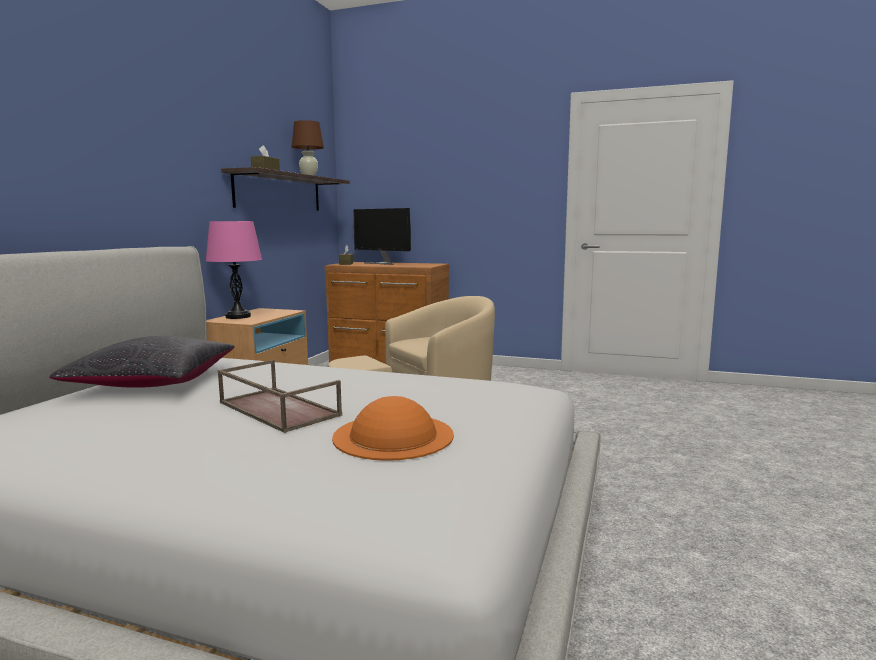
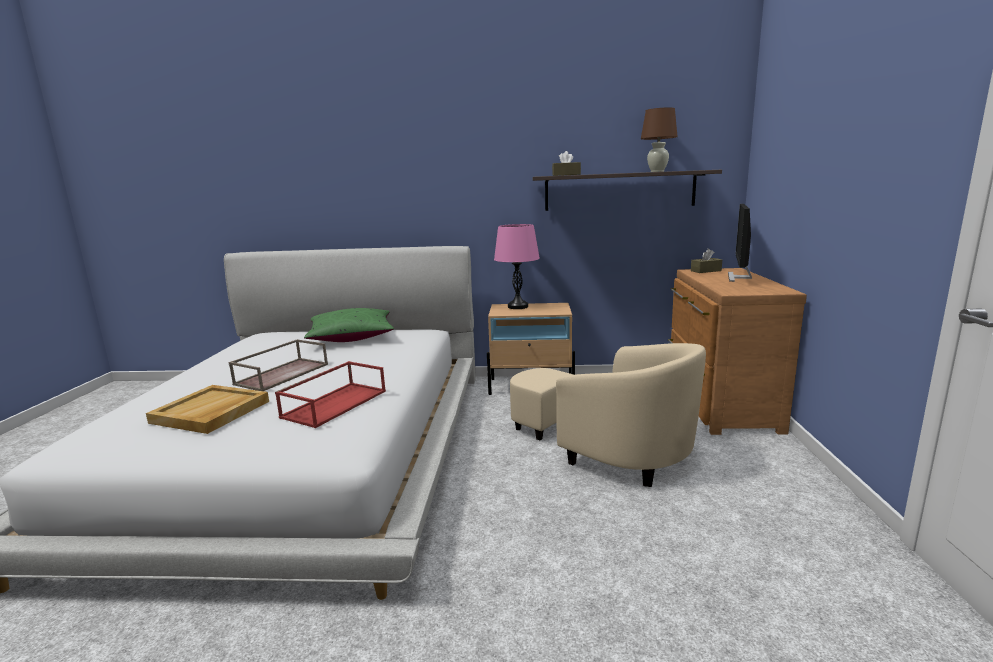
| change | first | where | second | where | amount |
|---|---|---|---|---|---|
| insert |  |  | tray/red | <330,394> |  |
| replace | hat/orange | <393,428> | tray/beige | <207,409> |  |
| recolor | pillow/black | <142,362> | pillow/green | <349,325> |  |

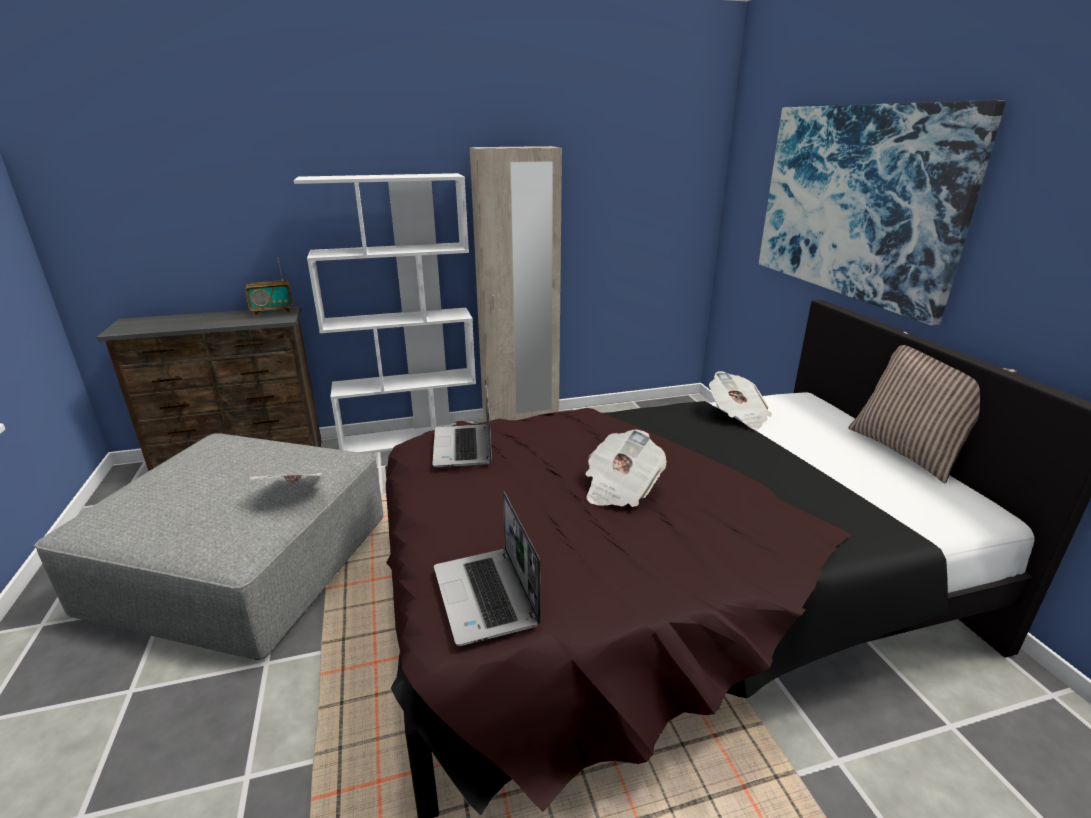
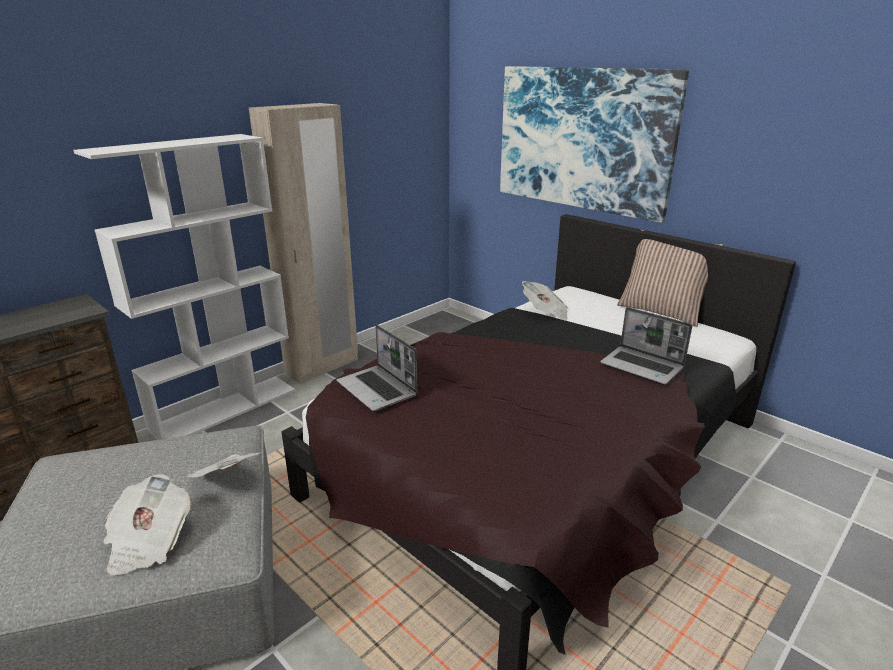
| change | first | where | second | where | amount |
|---|---|---|---|---|---|
| delete | radio | <269,287> |  |  |  |
| move | laptop | <487,568> |  | <646,345> |  |
| move | newspaper | <626,468> |  | <147,525> |  |

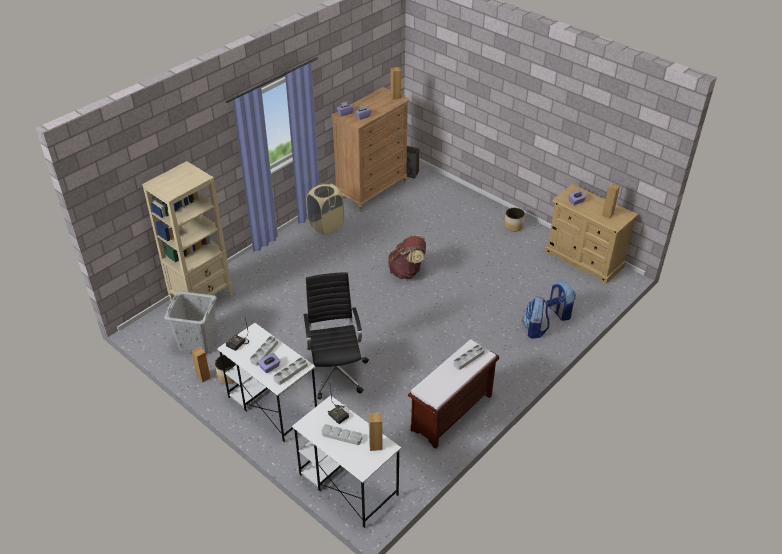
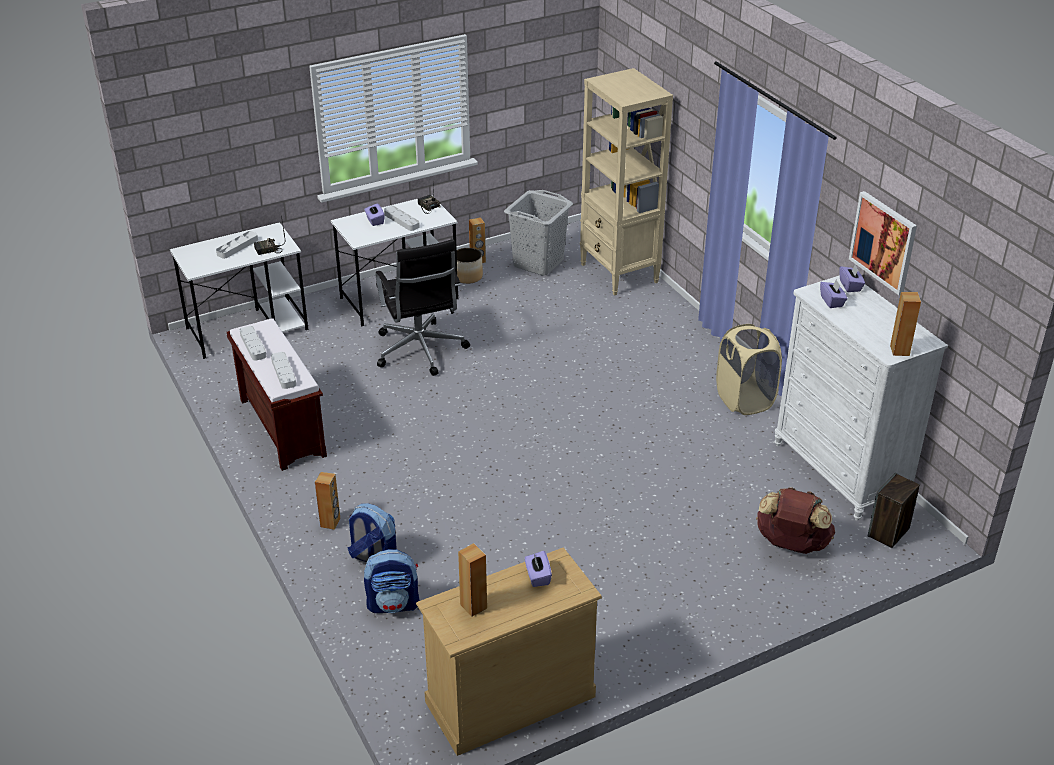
| change | first | where | second | where | amount |
|---|---|---|---|---|---|
| delete | planter | <514,220> |  |  |  |
| insert |  |  | picture | <883,243> |  |
| move | tray/grey | <290,371> |  | <253,343> |  |
| move | speaker/brown | <376,432> |  | <327,501> |  |
| move | backpack/brown | <407,257> |  | <795,520> |  |
| recolor | dresser/brown | <370,149> | dresser/white | <861,398> |  |
| rotate | office chair/black | <336,336> |  | <422,307> | 60 degrees clockwise |

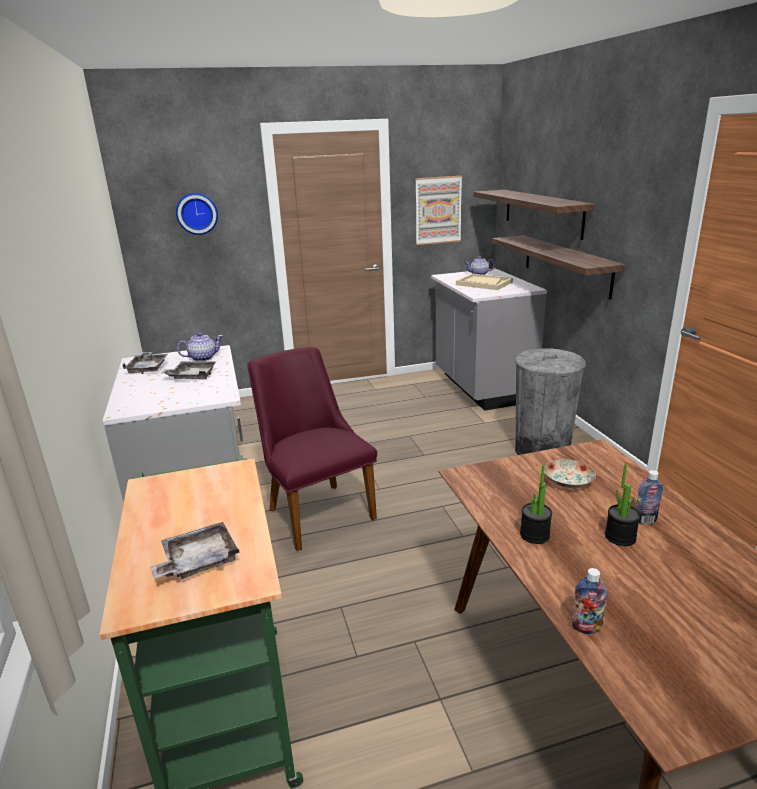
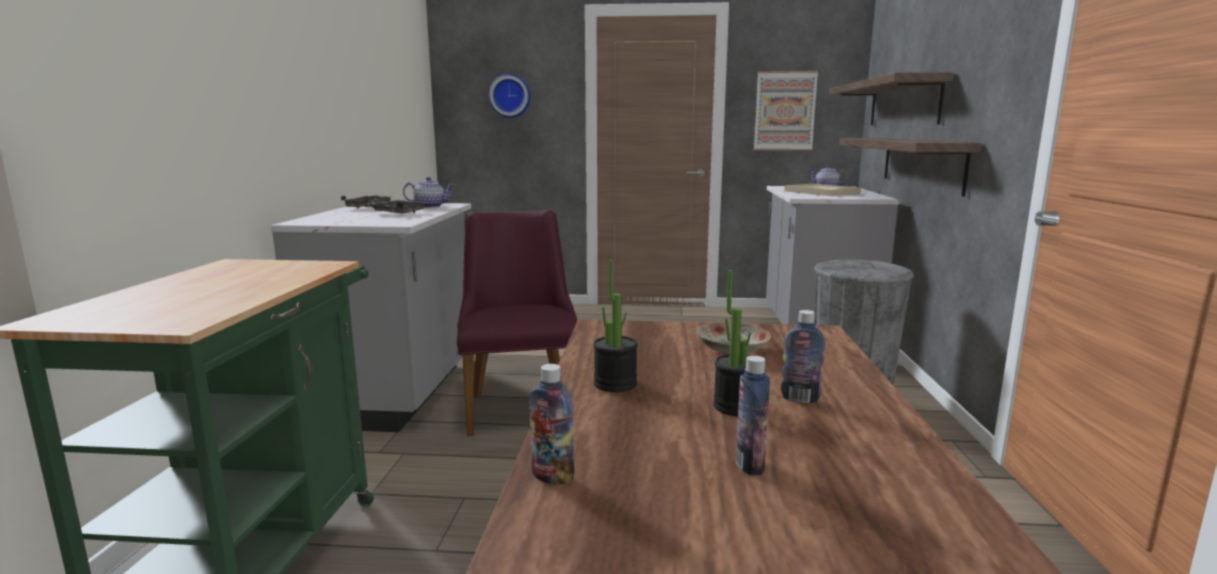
| change | first | where | second | where | amount |
|---|---|---|---|---|---|
| delete | tray/grey | <195,550> |  |  |  |
| insert |  |  | bottle | <753,416> |  |

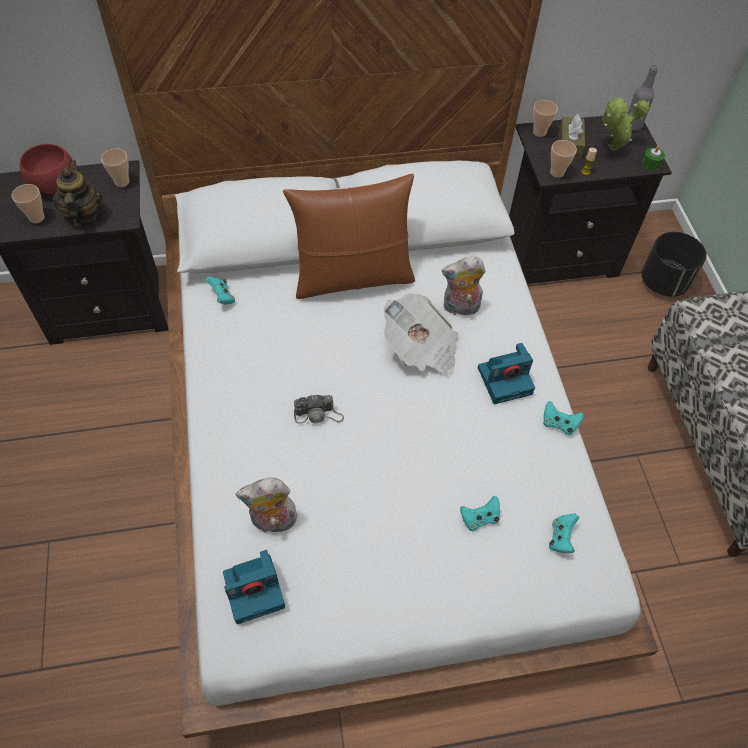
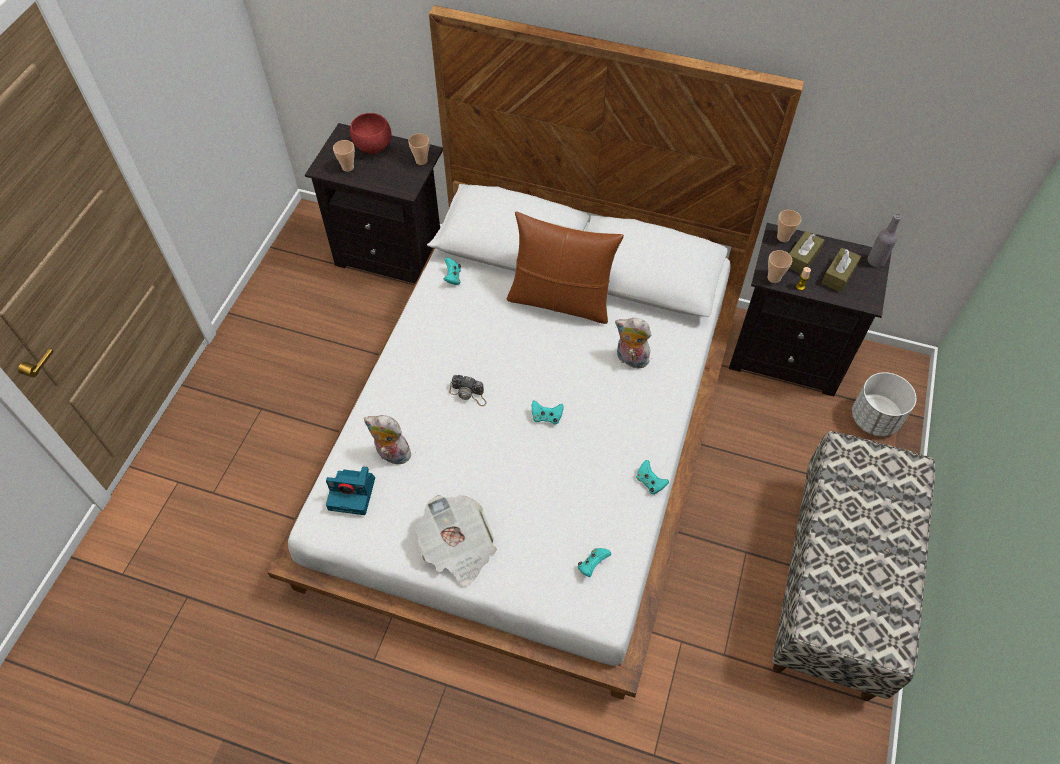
| change | first | where | second | where | amount |
|---|---|---|---|---|---|
| delete | teapot | <77,193> |  |  |  |
| delete | photo camera | <506,373> |  |  |  |
| delete | candle/green | <653,157> |  |  |  |
| move | newspaper | <421,334> |  | <456,540> |  |
| move | game controller/turquoise | <480,513> |  | <548,412> |  |
| replace | potted plant | <626,124> | tissue box/brown | <841,270> |  |
| recolor | planter/black | <674,264> | planter/white | <884,404> |  |

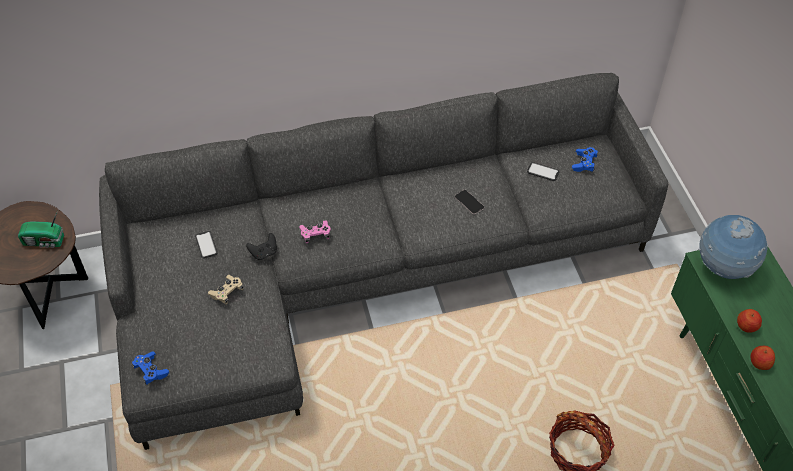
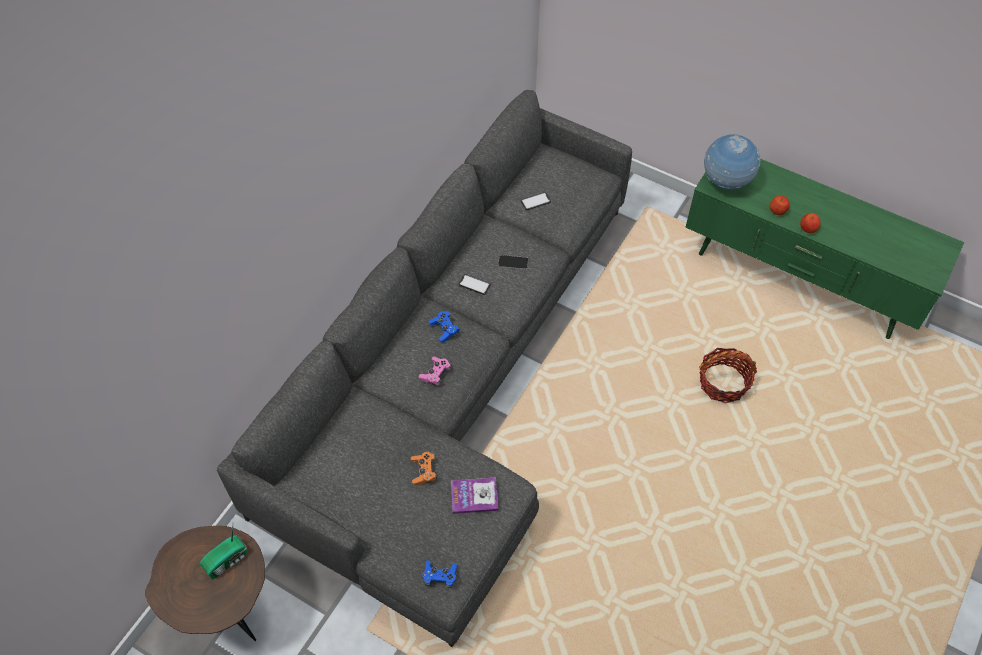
| change | first | where | second | where | amount |
|---|---|---|---|---|---|
| delete | game controller/black | <261,246> |  |  |  |
| insert |  |  | book | <474,496> |  |
| move | phone | <206,244> |  | <475,284> |  |
| move | game controller/blue | <585,159> |  | <444,327> |  |
| recolor | game controller/beige | <226,290> | game controller/orange | <424,468> |  |

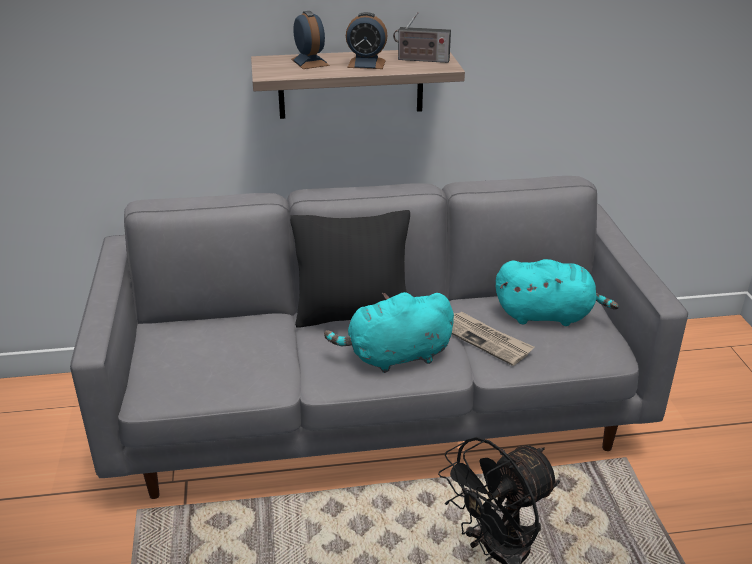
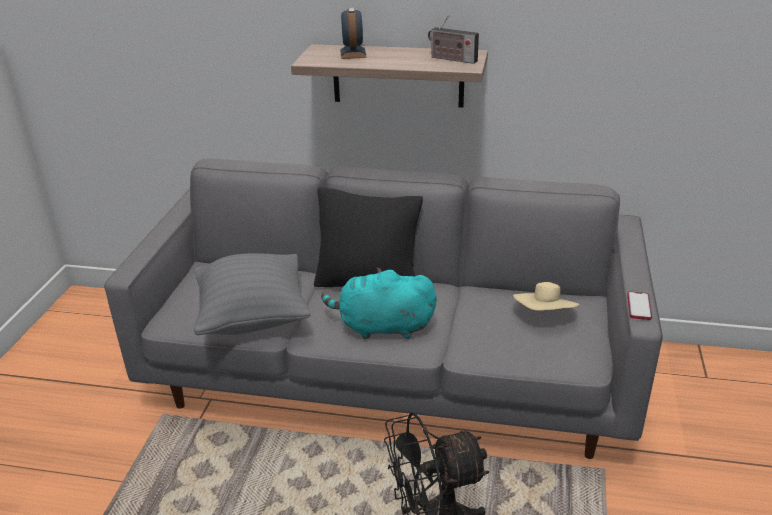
| change | first | where | second | where | amount |
|---|---|---|---|---|---|
| delete | alarm clock | <367,40> |  |  |  |
| delete | newspaper | <493,338> |  |  |  |
| insert |  |  | pillow/grey | <252,294> |  |
| insert |  |  | phone | <639,305> |  |
| replace | plush toy/turquoise | <557,292> | hat/beige | <546,296> |  |

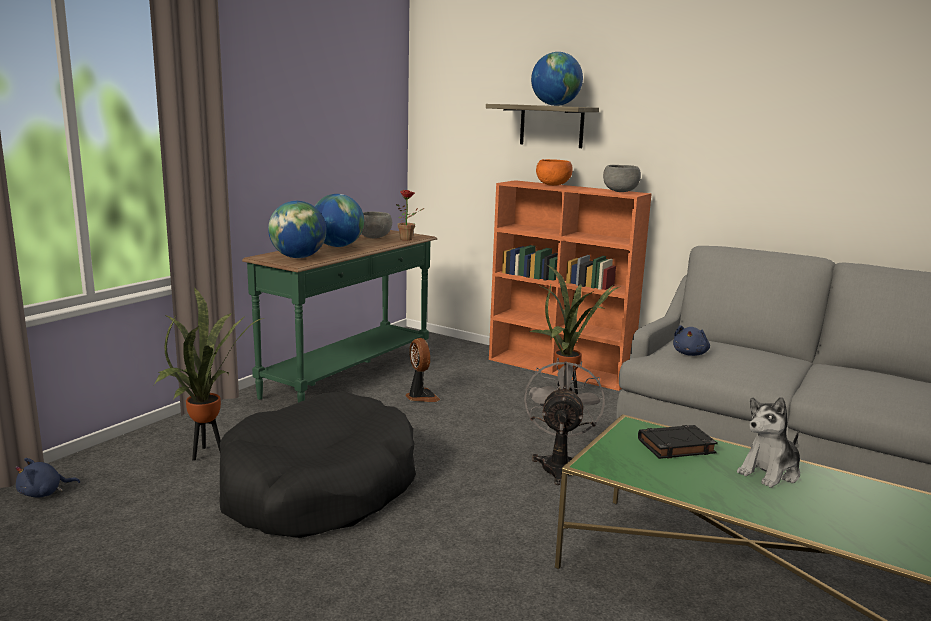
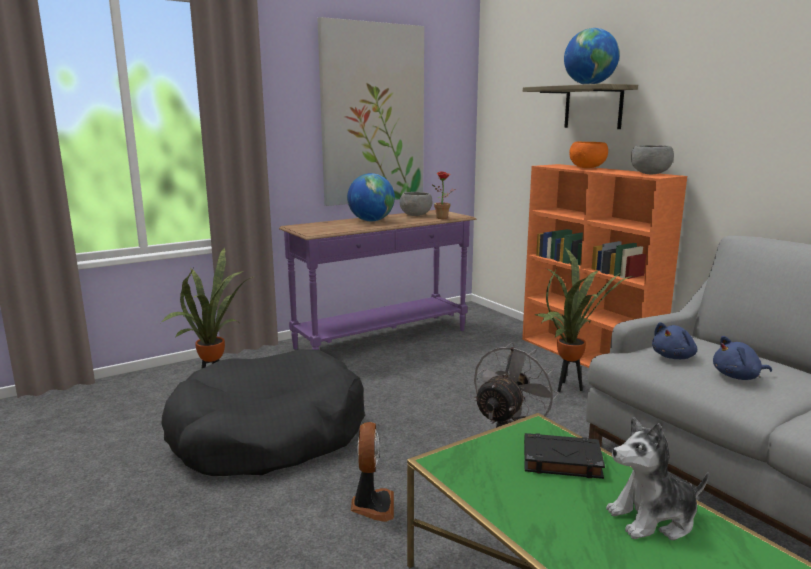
| change | first | where | second | where | amount |
|---|---|---|---|---|---|
| delete | globe | <297,229> |  |  |  |
| insert |  |  | picture | <370,111> |  |
| move | plush toy/blue | <47,477> |  | <742,358> |  |
| move | fan | <422,370> |  | <372,472> |  |
| recolor | console table/green | <339,316> | console table/purple | <377,280> |  |

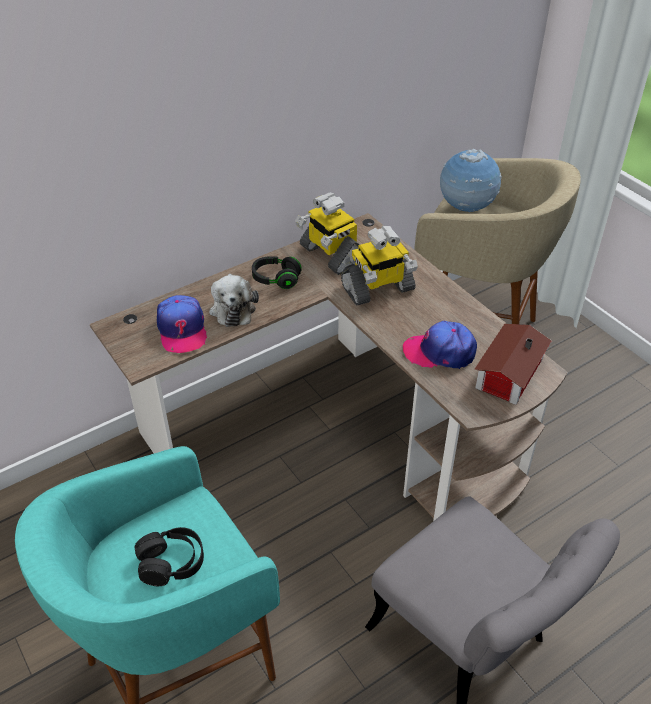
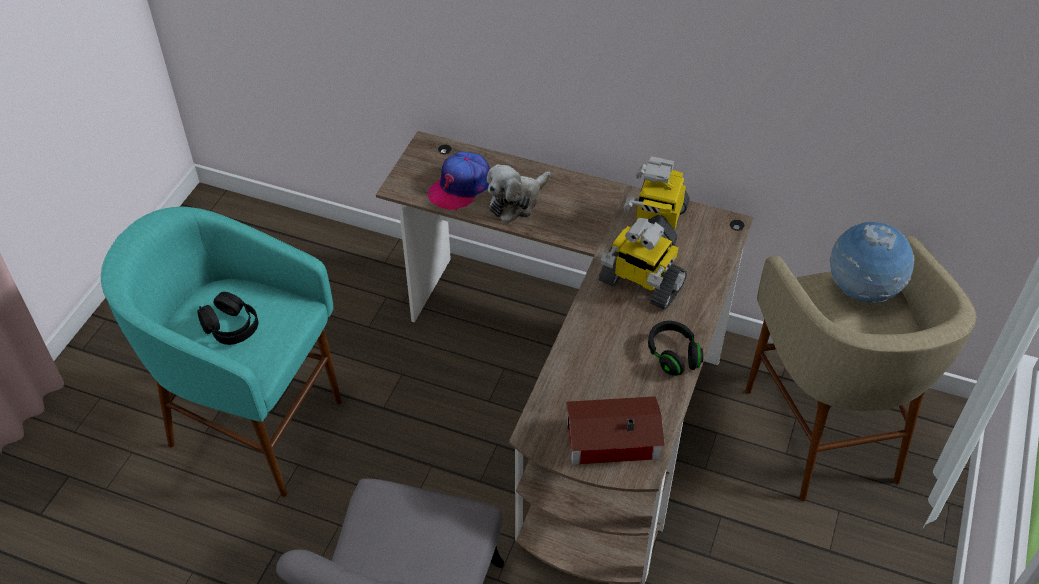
| change | first | where | second | where | amount |
|---|---|---|---|---|---|
| delete | cap | <440,345> |  |  |  |
| move | headphones/black | <277,272> |  | <675,348> |  |

